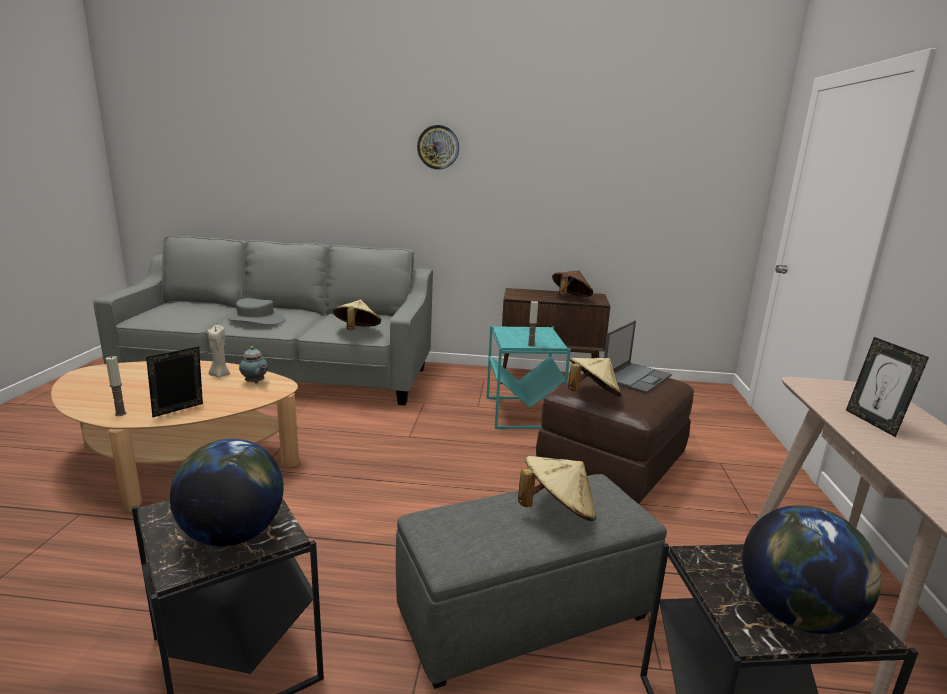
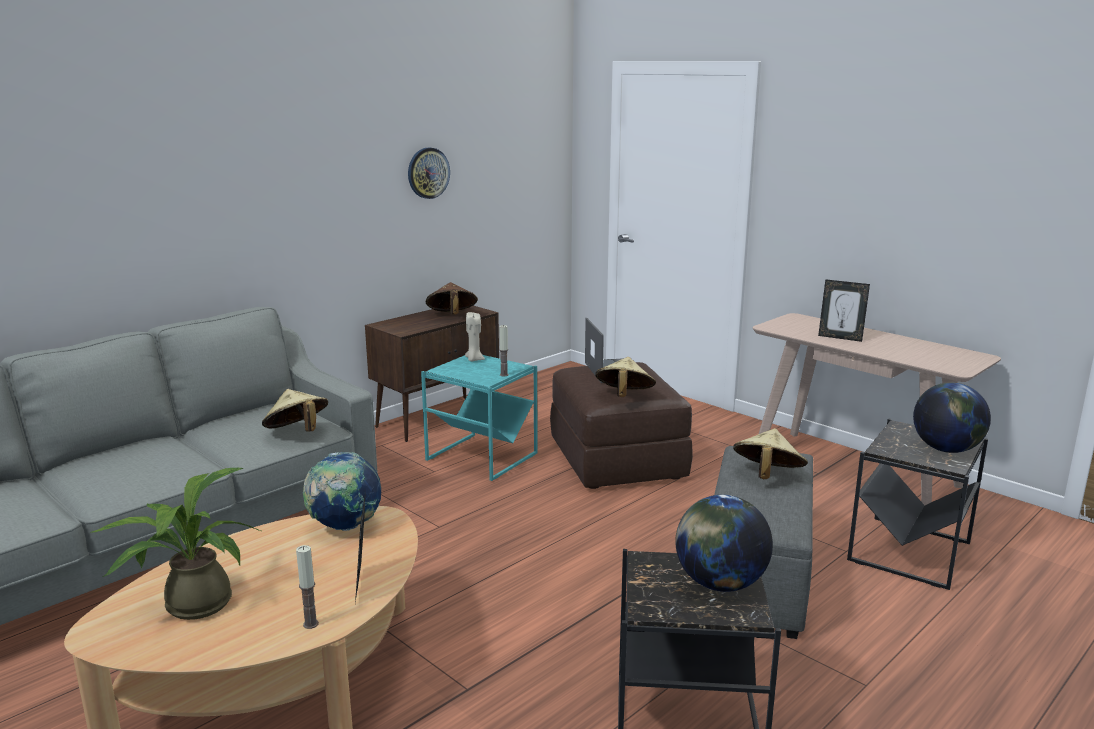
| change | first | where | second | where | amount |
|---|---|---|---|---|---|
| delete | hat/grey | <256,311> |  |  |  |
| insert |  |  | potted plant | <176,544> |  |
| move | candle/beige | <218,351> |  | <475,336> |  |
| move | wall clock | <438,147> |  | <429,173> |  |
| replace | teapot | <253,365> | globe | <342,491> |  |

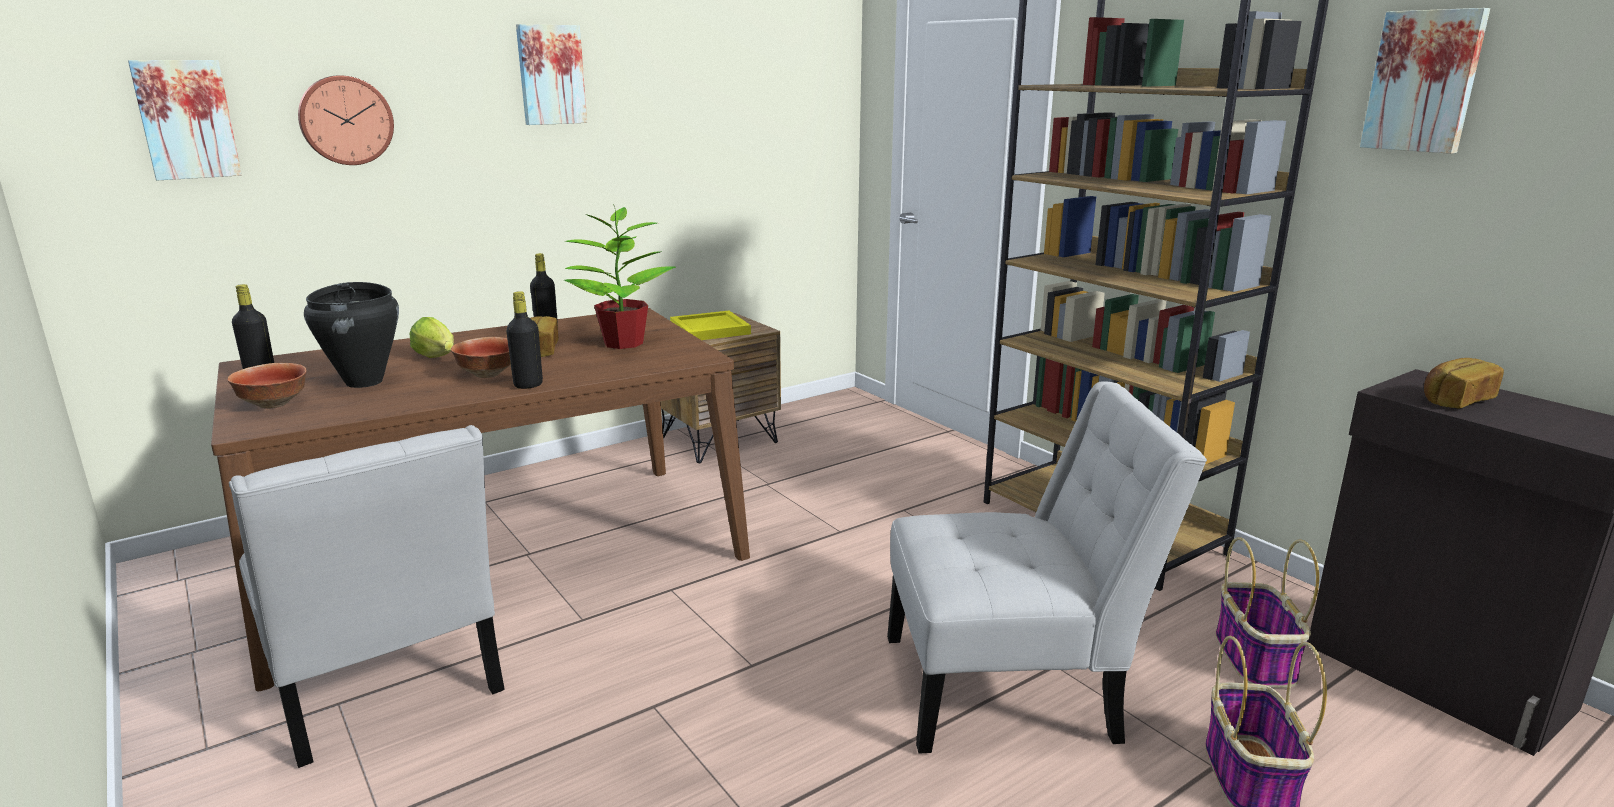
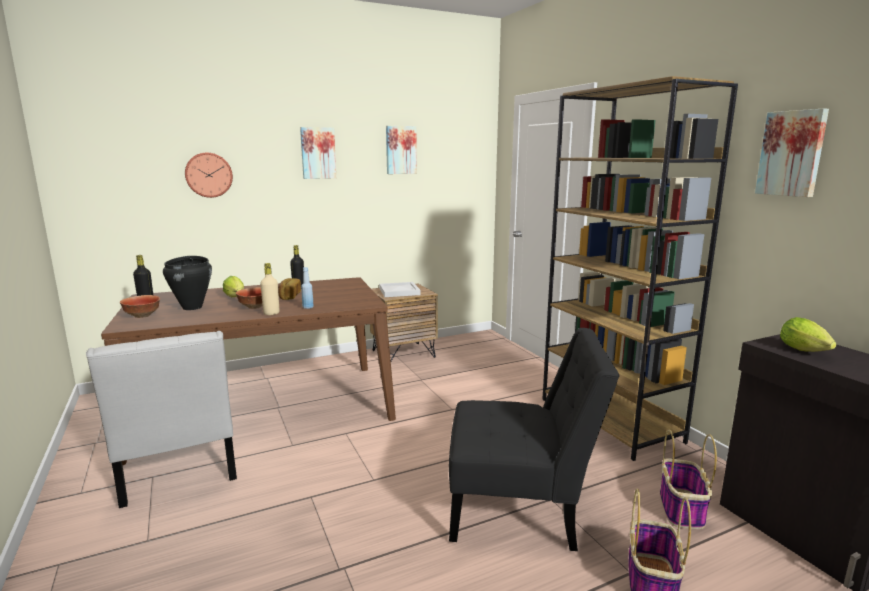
| change | first | where | second | where | amount |
|---|---|---|---|---|---|
| delete | potted plant | <620,276> |  |  |  |
| insert |  |  | bottle/blue | <307,288> |  |
| move | picture | <185,120> |  | <401,150> |  |
| replace | bread | <1464,383> | lettuce | <808,334> |  |
| recolor | bottle/black | <524,340> | bottle/beige | <269,289> |  |
| recolor | tray/yellow | <710,325> | tray/white | <399,289> |  |
| recolor | chair/white | <1047,567> | chair/black | <534,439> |  |

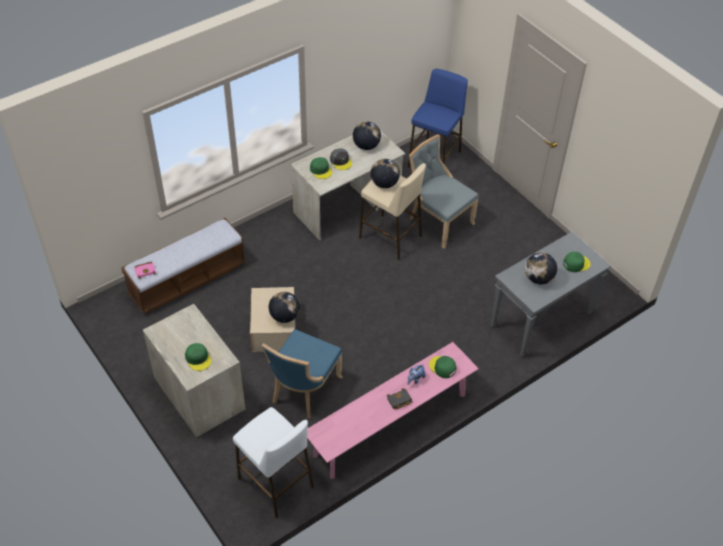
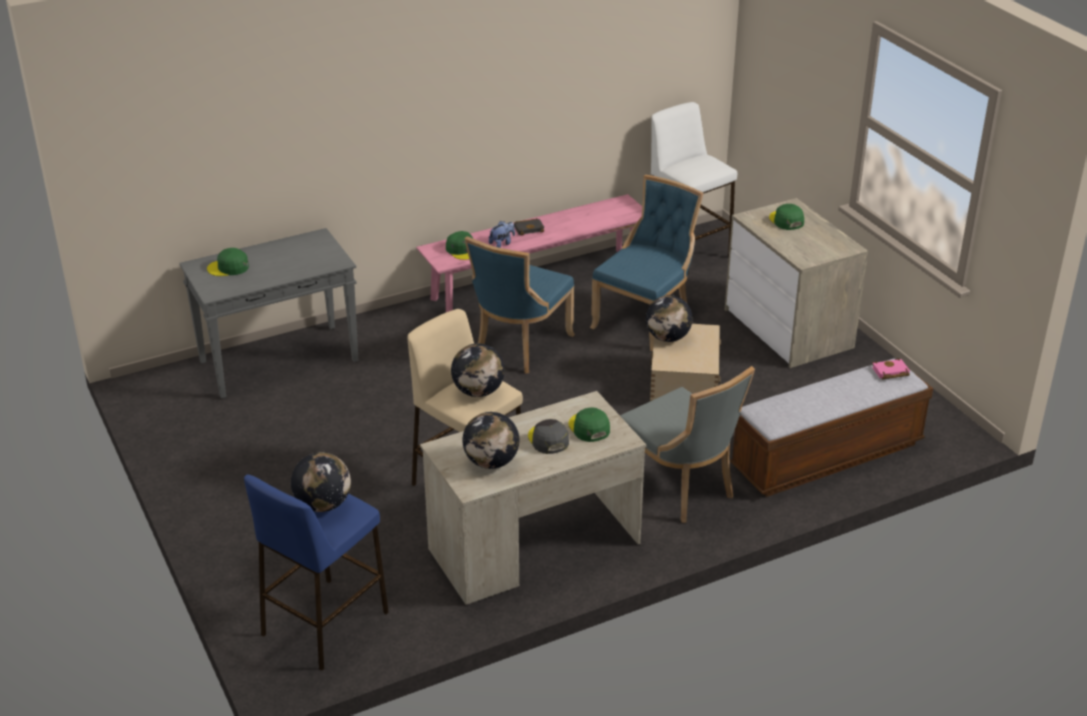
| change | first | where | second | where | amount |
|---|---|---|---|---|---|
| insert |  |  | chair/blue | <520,305> |  |
| move | chair/grey | <443,192> |  | <687,444> |  |
| move | globe | <541,268> |  | <321,482> |  |

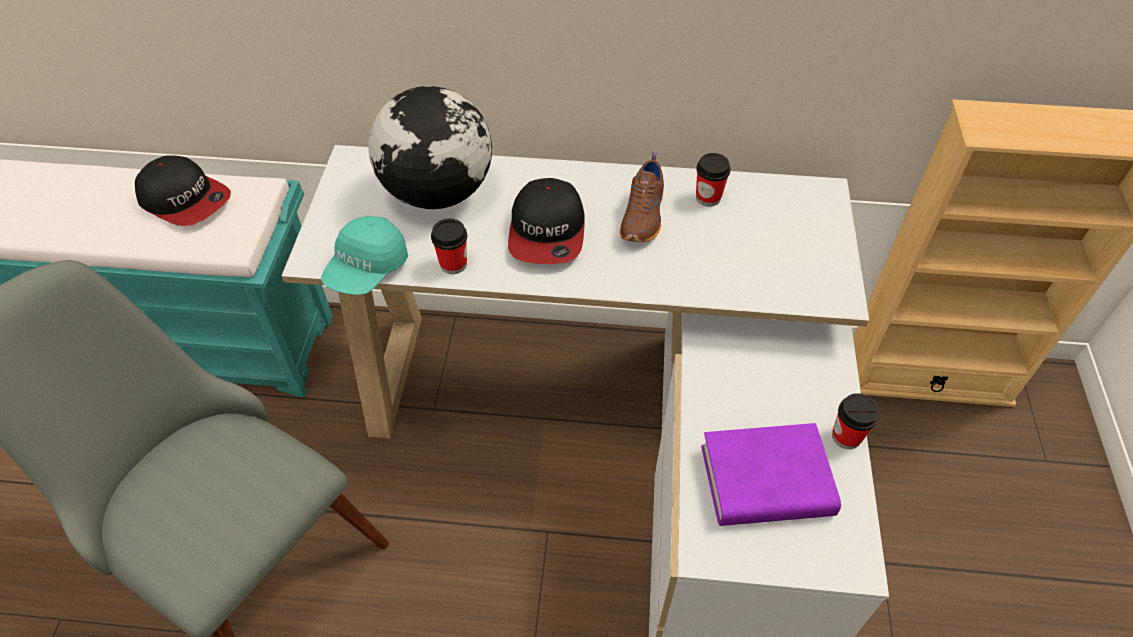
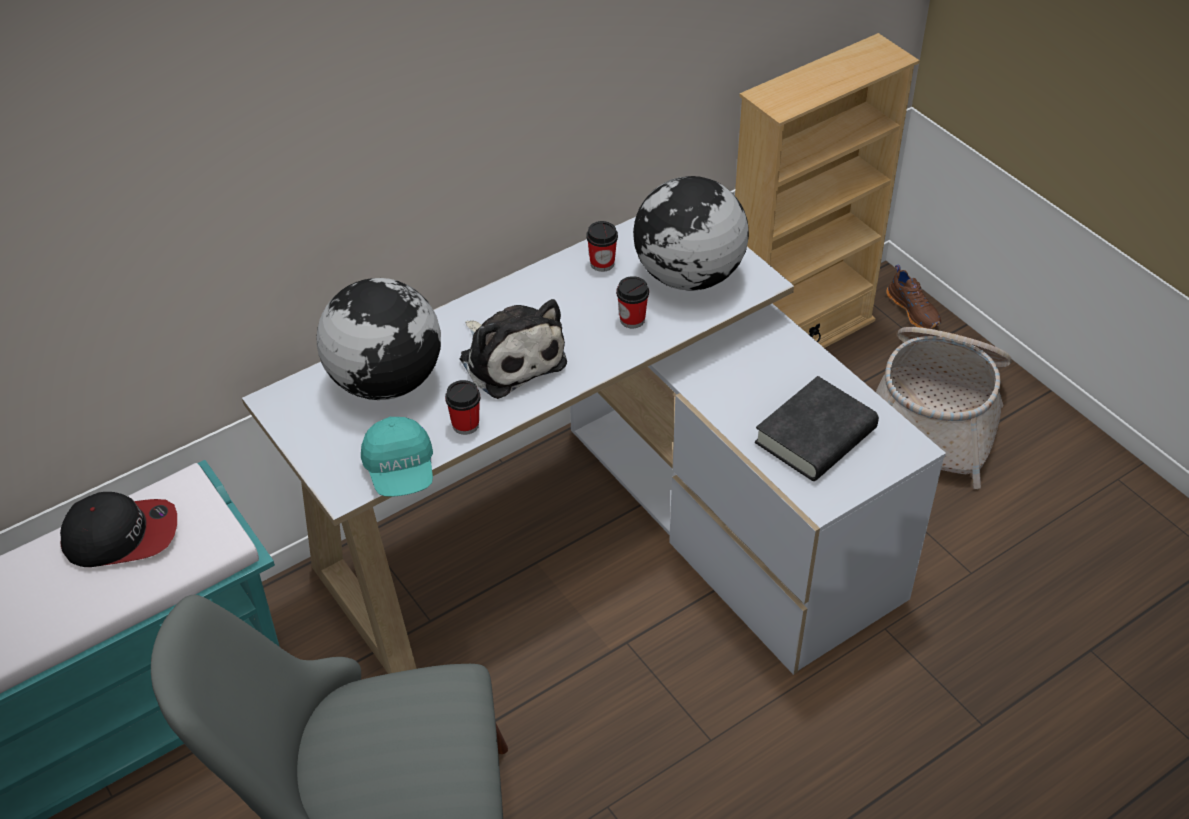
| change | first | where | second | where | amount |
|---|---|---|---|---|---|
| insert |  |  | globe | <691,233> |  |
| insert |  |  | basket | <944,408> |  |
| move | shoe/brown | <642,197> |  | <913,296> |  |
| move | cup | <855,421> |  | <632,302> |  |
| replace | cap | <546,221> | plush toy | <513,349> |  |
| recolor | book/purple | <771,474> | book/black | <817,428> |  |

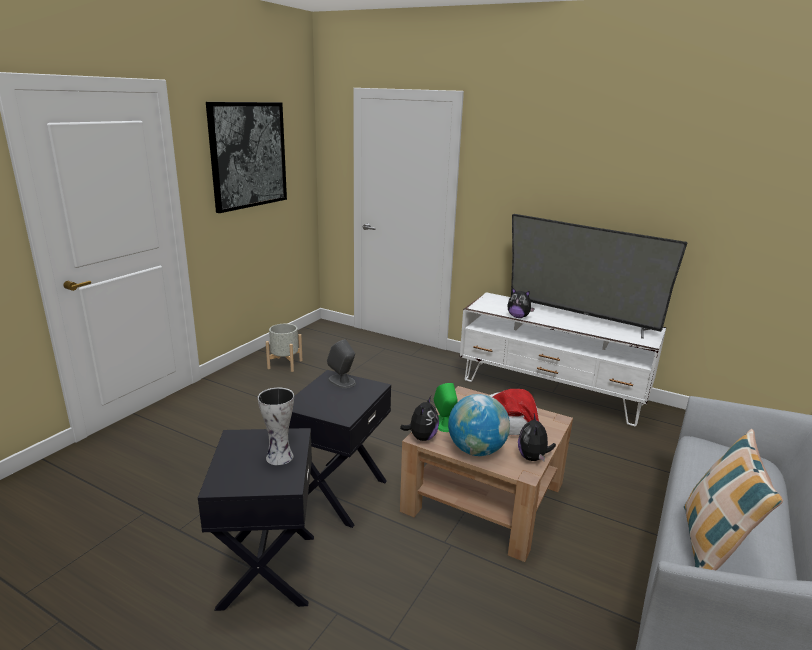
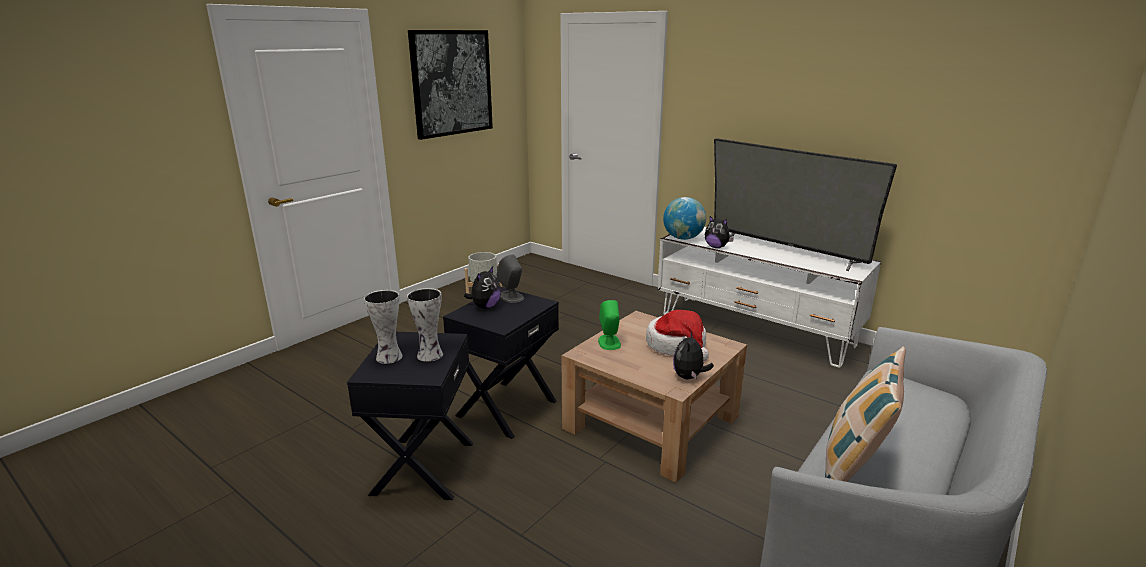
| change | first | where | second | where | amount |
|---|---|---|---|---|---|
| insert |  |  | vase | <383,327> |  |
| move | plush toy | <419,418> |  | <482,287> |  |
| move | globe | <479,425> |  | <684,218> |  |

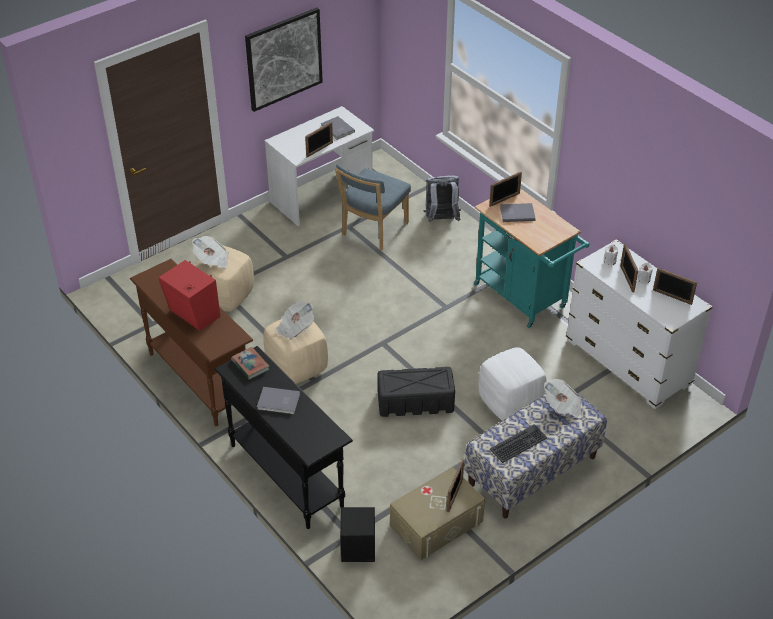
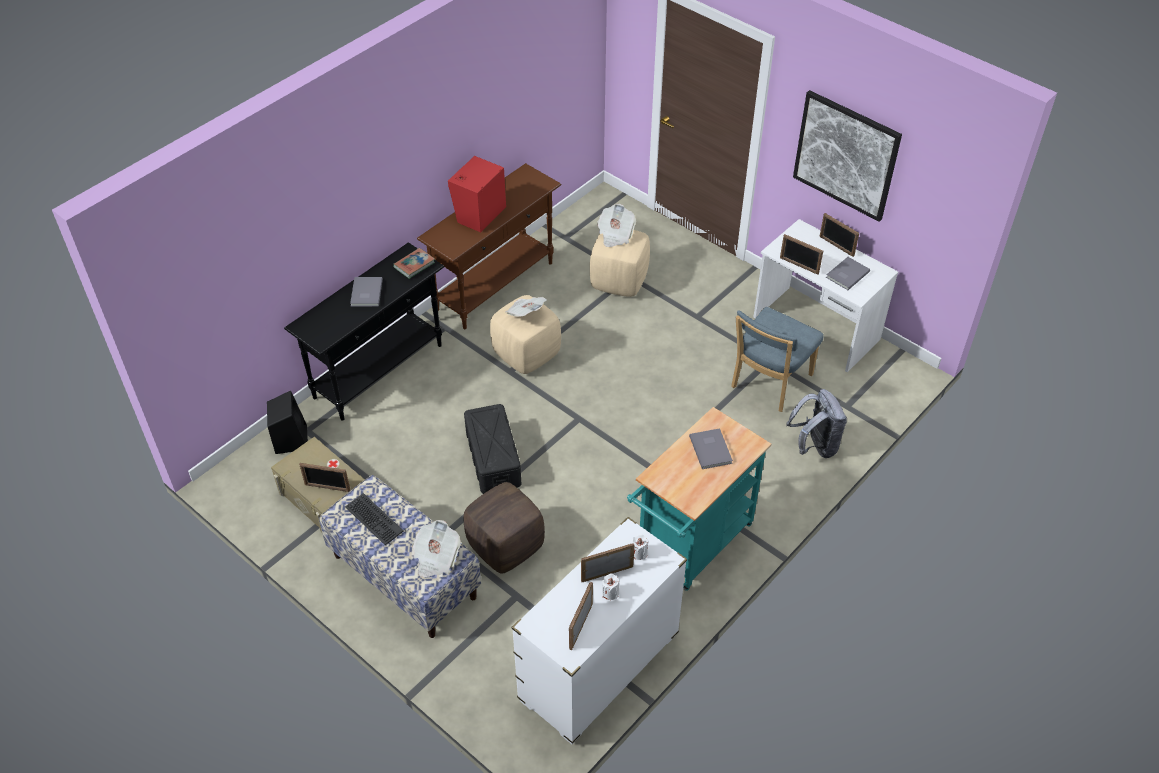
| change | first | where | second | where | amount |
|---|---|---|---|---|---|
| move | picture frame | <505,189> |  | <839,235> |  |
| recolor | ottoman/white | <513,384> | ottoman/brown | <504,527> |  |
| rotate | chair/blue | <373,207> |  | <777,359> | 75 degrees counterclockwise |

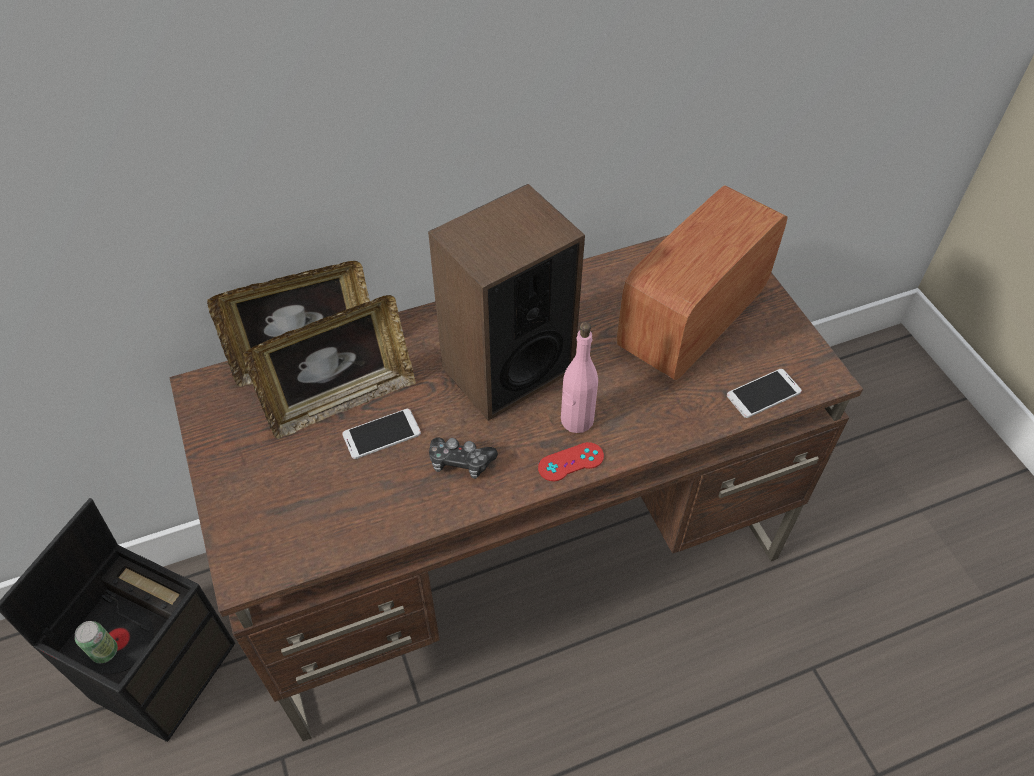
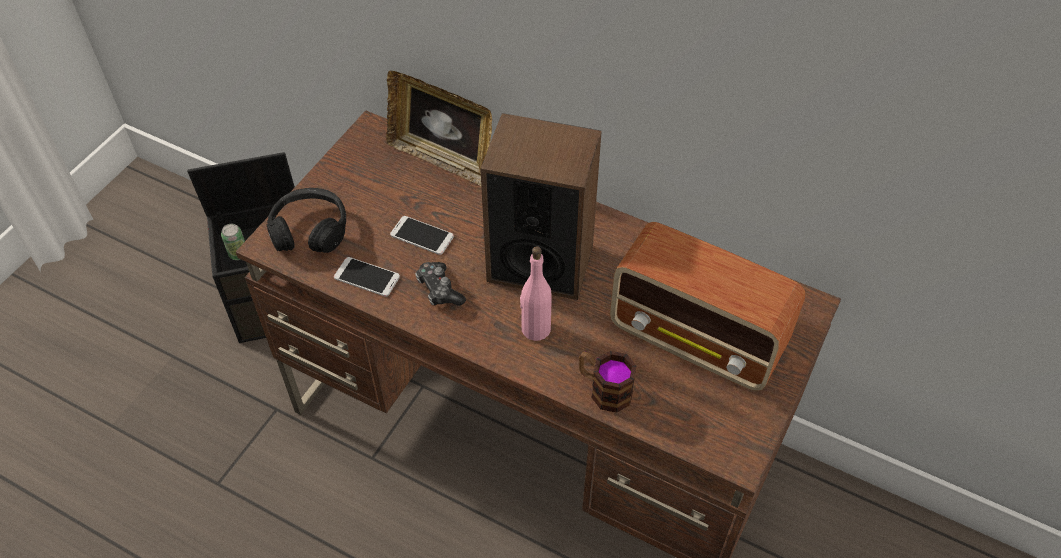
| change | first | where | second | where | amount |
|---|---|---|---|---|---|
| delete | picture frame | <329,367> |  |  |  |
| delete | game controller/red | <571,461> |  |  |  |
| insert |  |  | headphones/black | <306,220> |  |
| insert |  |  | mug | <607,382> |  |
| move | phone | <764,393> |  | <367,277> |  |
| rotate | radio | <702,282> |  | <707,306> | 150 degrees counterclockwise |

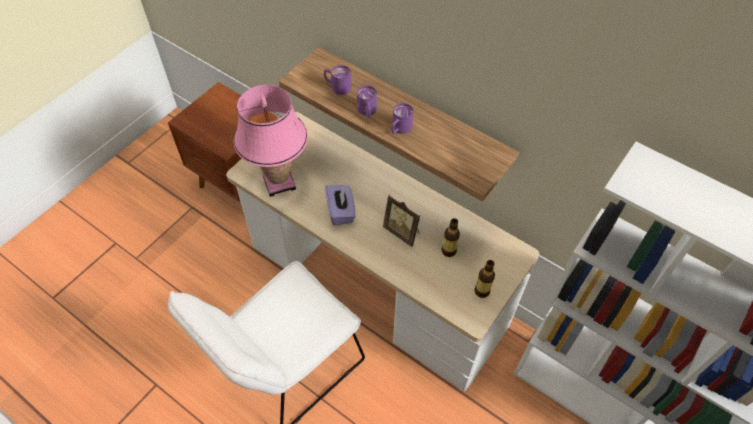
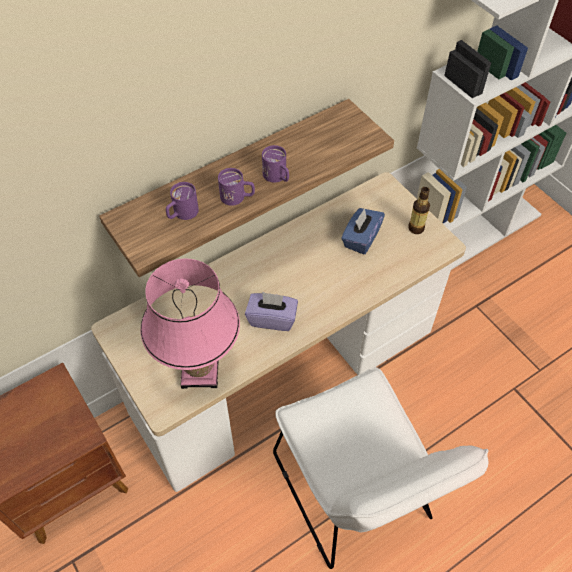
| change | first | where | second | where | amount |
|---|---|---|---|---|---|
| delete | picture frame | <401,221> |  |  |  |
| replace | bottle | <451,237> | tissue box/blue | <363,231> |  |

